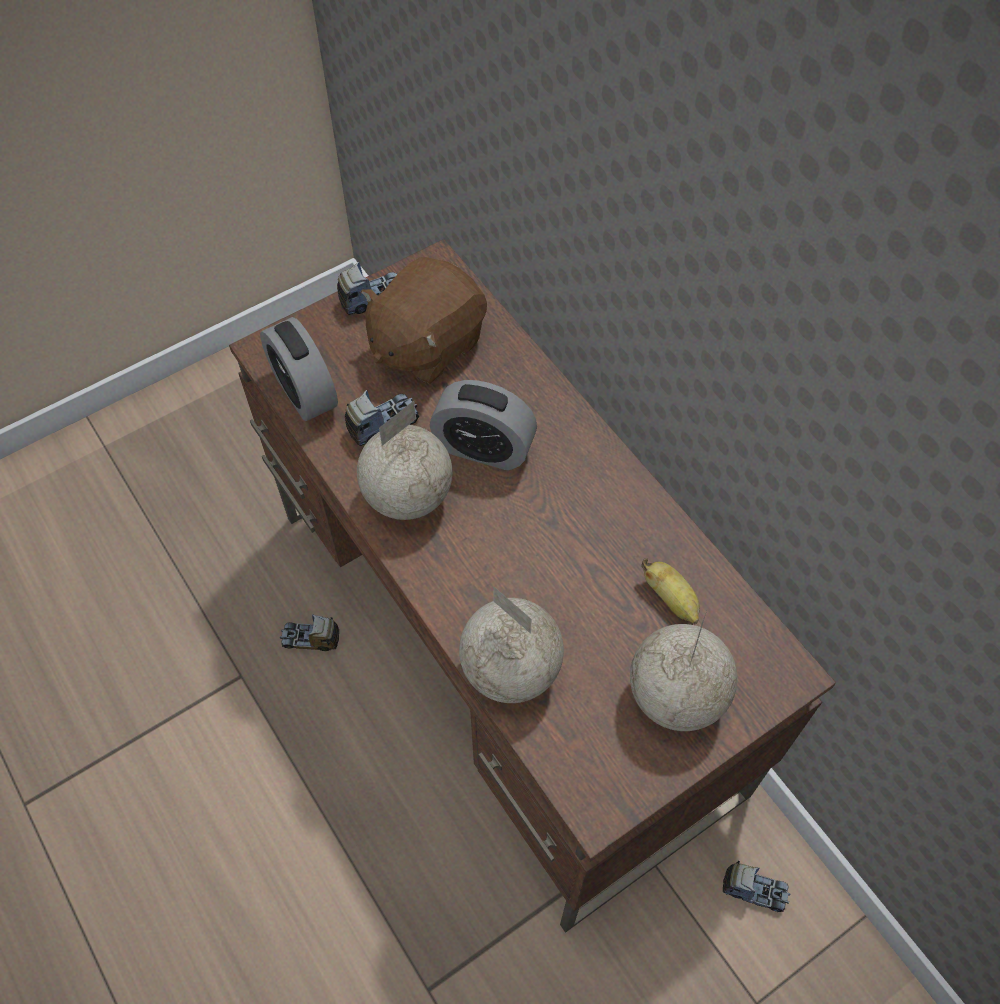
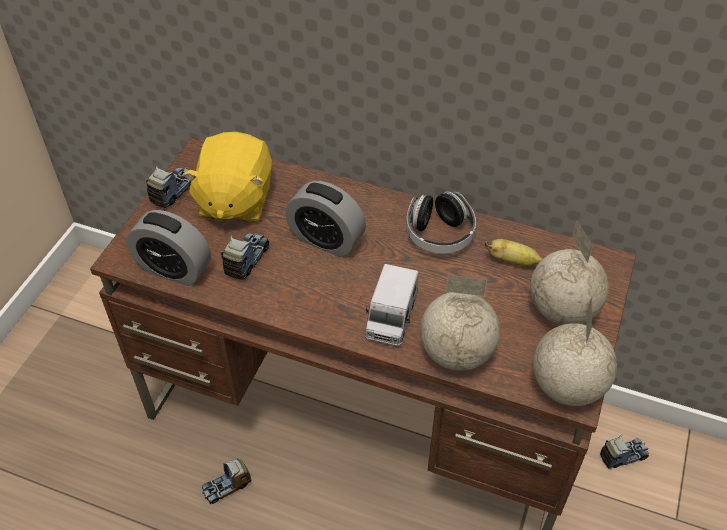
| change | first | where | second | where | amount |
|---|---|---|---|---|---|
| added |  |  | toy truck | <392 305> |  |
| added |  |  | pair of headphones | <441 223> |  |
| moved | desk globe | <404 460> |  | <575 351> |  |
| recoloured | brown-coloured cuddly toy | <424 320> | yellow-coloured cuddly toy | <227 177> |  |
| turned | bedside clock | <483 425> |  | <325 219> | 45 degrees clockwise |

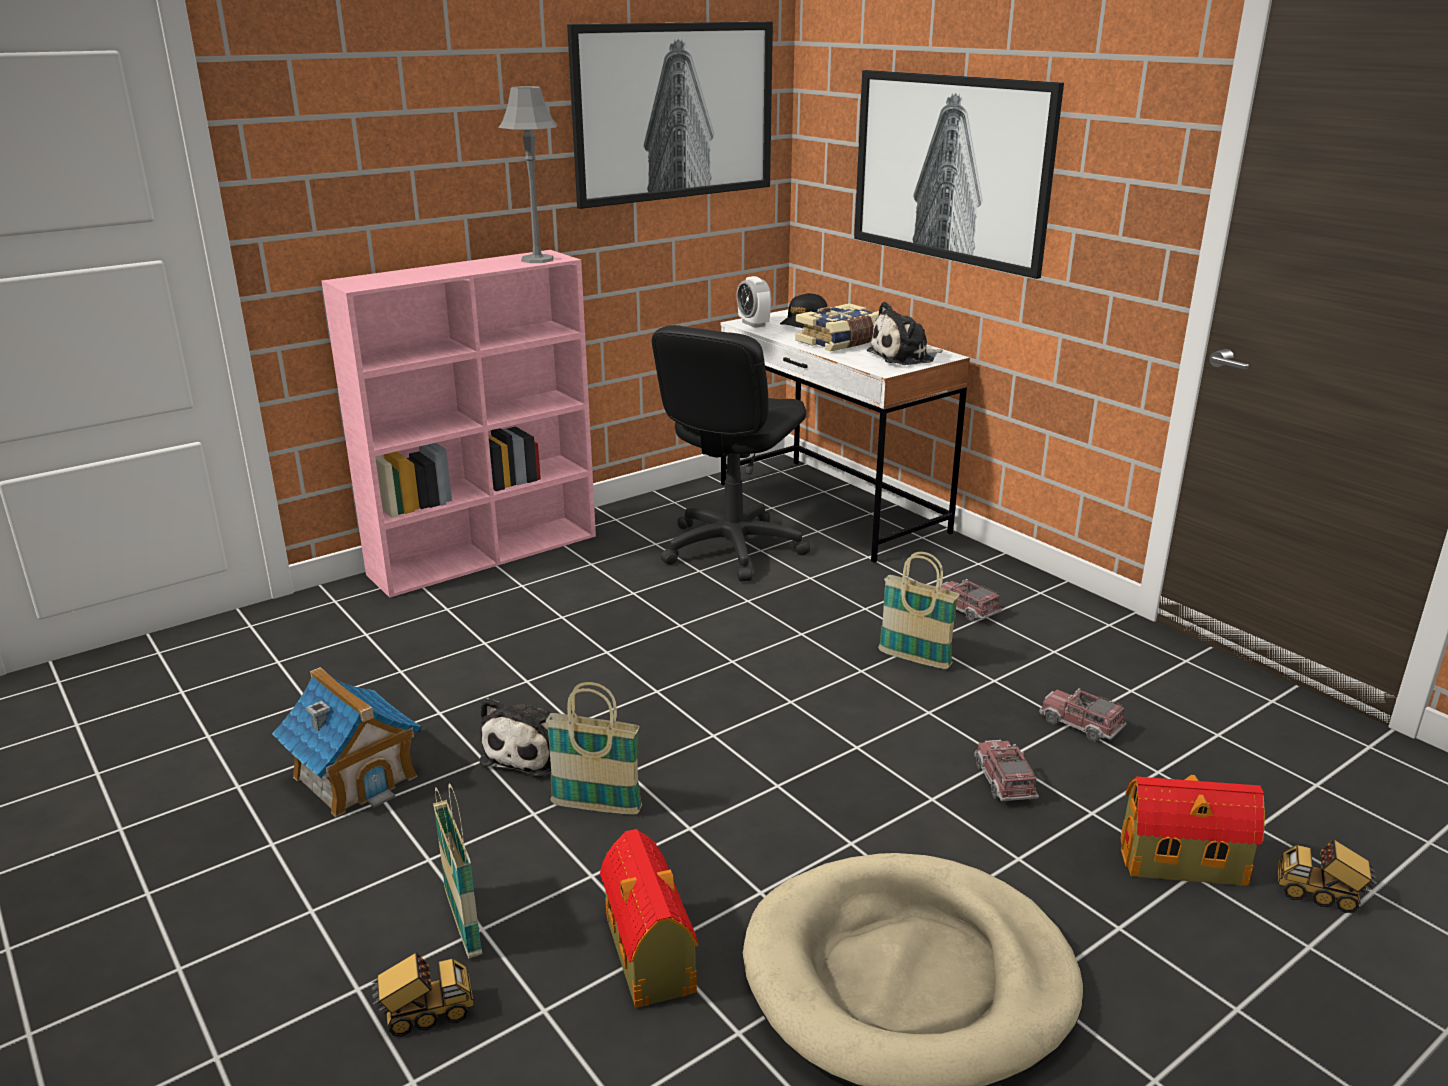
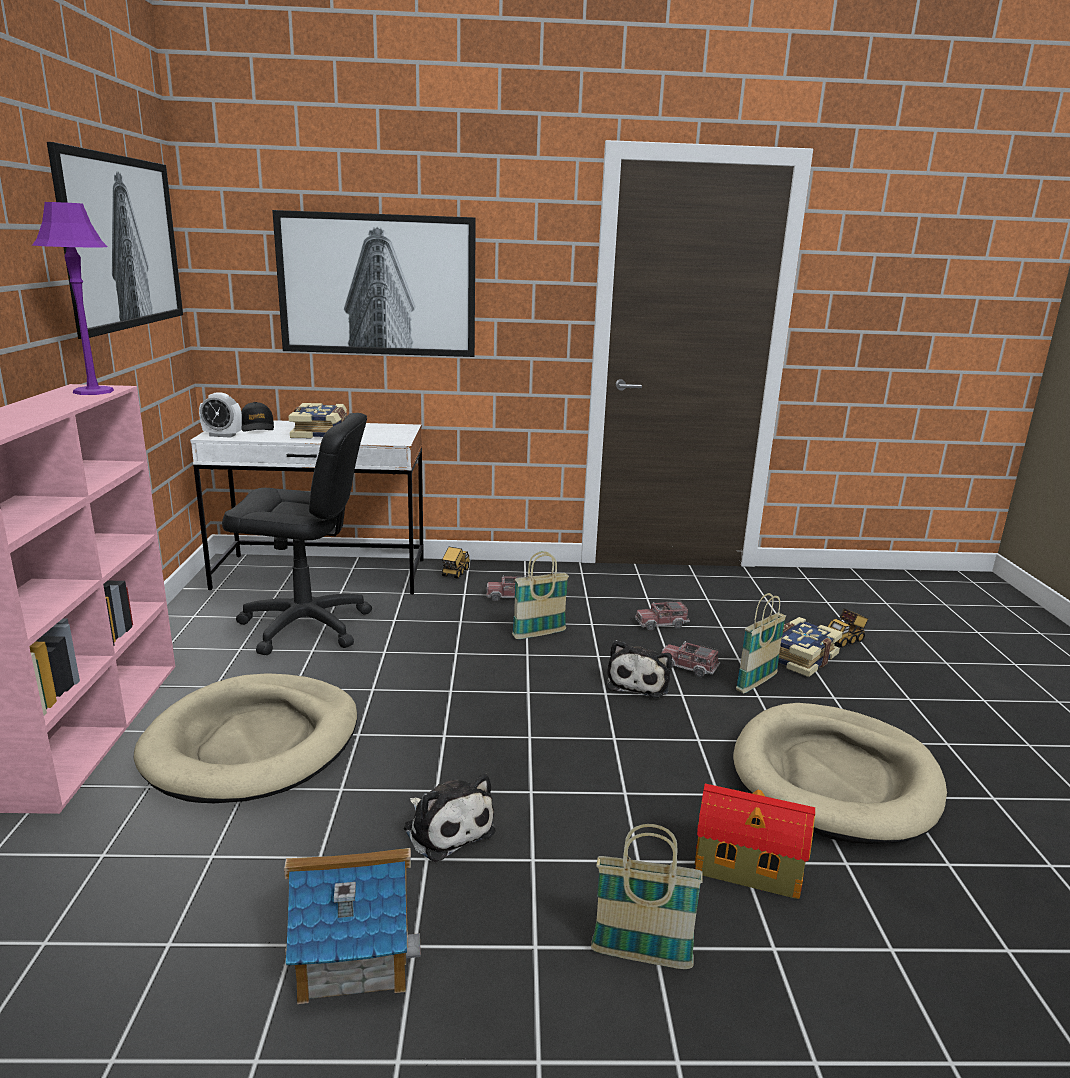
| change | first | where | second | where | amount |
|---|---|---|---|---|---|
| added |  |  | sand-coloured pet bed | <245 738> |  |
| moved | toy truck | <423 994> |  | <456 563> |  |
| moved | basket | <594 748> |  | <761 643> |  |
| moved | cuddly toy | <905 333> |  | <639 669> |  |
| replaced | toy house | <1192 830> | volume | <810 647> |  |
| recoloured | greyish tabletop lamp | <527 174> | purple tabletop lamp | <73 298> |  |
| turned | black computer chair | <731 453> |  | <297 534> | 60 degrees counterclockwise |

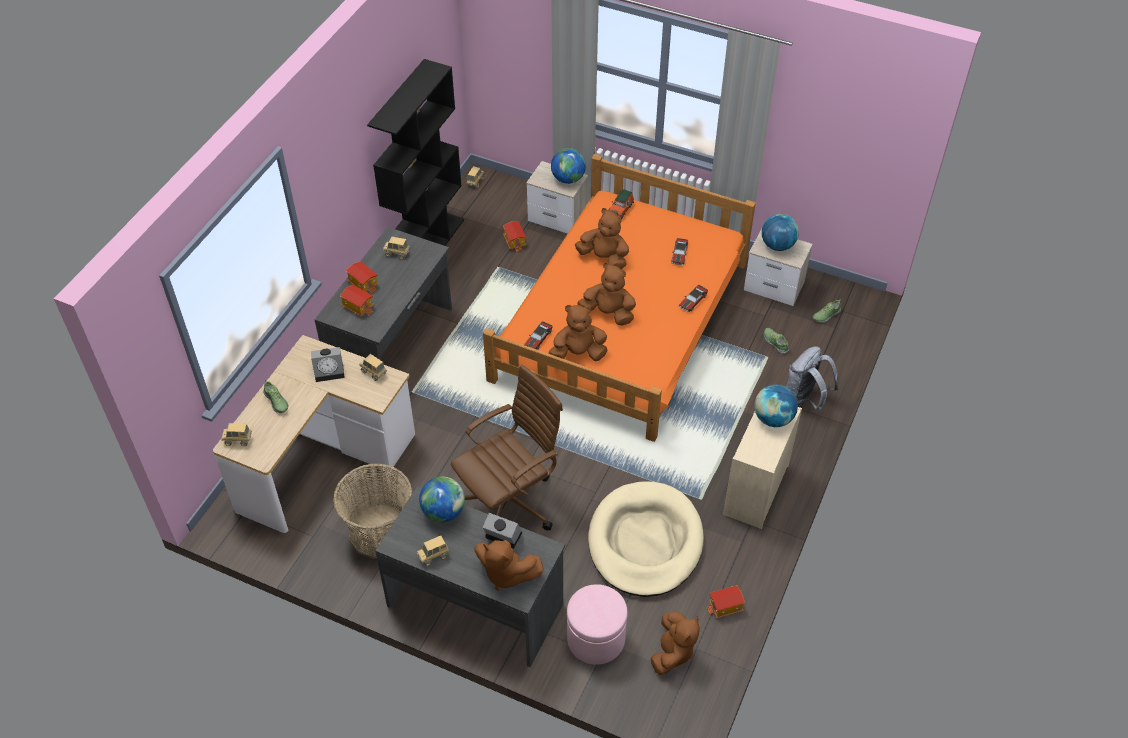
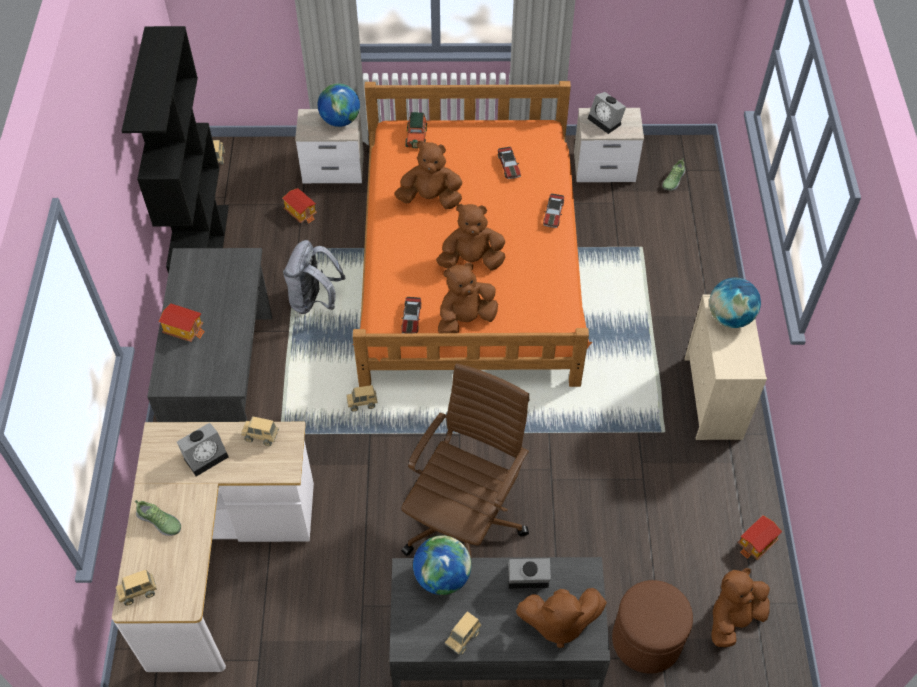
| change | first | where | second | where | amount |
|---|---|---|---|---|---|
| removed | basket | <372 511> |  |  |  |
| removed | toy house | <357 300> |  |  |  |
| removed | sand-coloured pet bed | <646 539> |  |  |  |
| removed | item of footwear | <776 341> |  |  |  |
| moved | toy truck | <396 248> |  | <362 398> |  |
| moved | greyish knapsack | <812 378> |  | <314 277> |  |
| replaced | desk globe | <780 232> | bedside clock | <607 113> |  |
| recoloured | pinkish pouffe | <597 624> | brown-coloured pouffe | <652 627> |  |
| turned | brown-coloured cuddly toy | <675 643> |  | <740 607> | 120 degrees counterclockwise |

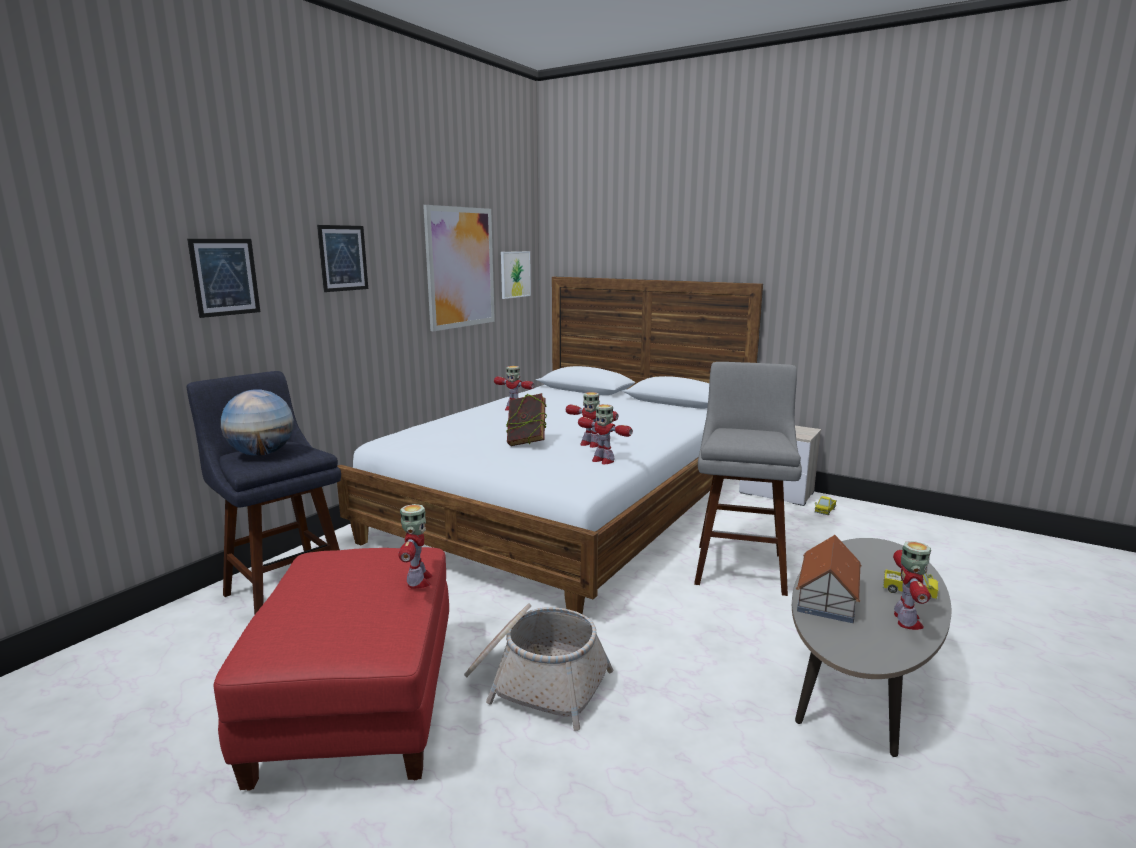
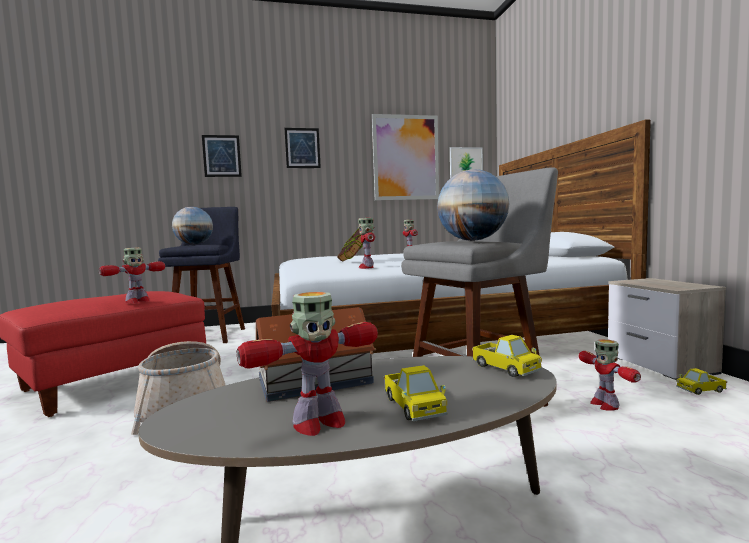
| change | first | where | second | where | amount |
|---|---|---|---|---|---|
| added |  |  | desk globe | <473 205> |  |
| added |  |  | toy truck | <507 356> |  |
| moved | robot figure | <592 420> |  | <610 375> |  |

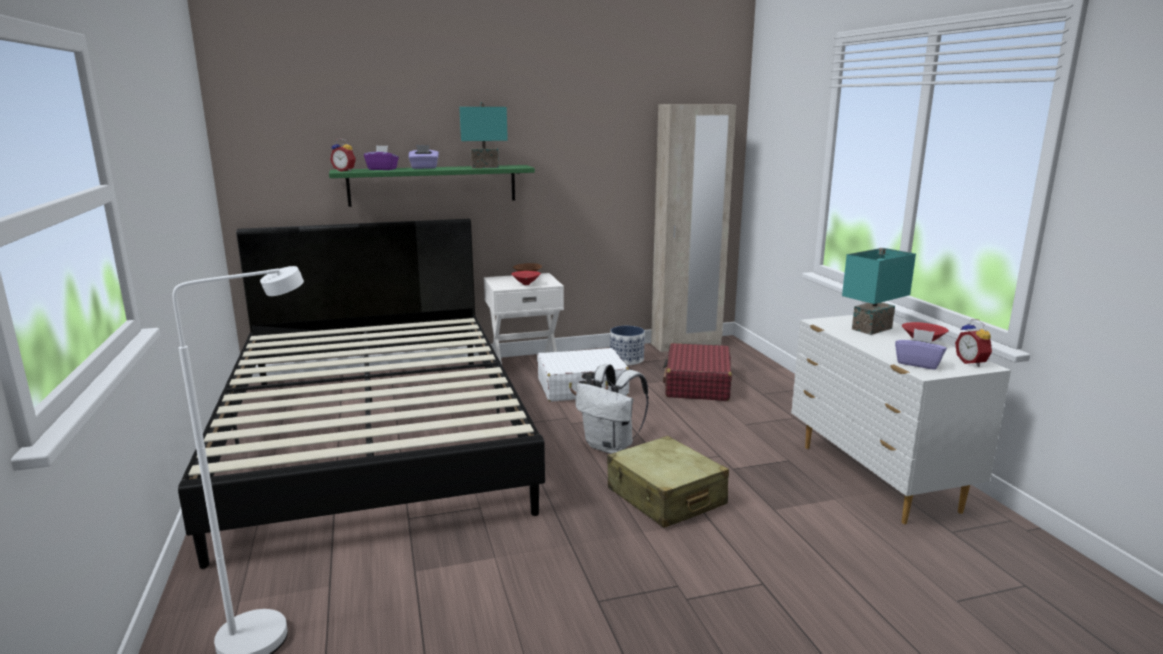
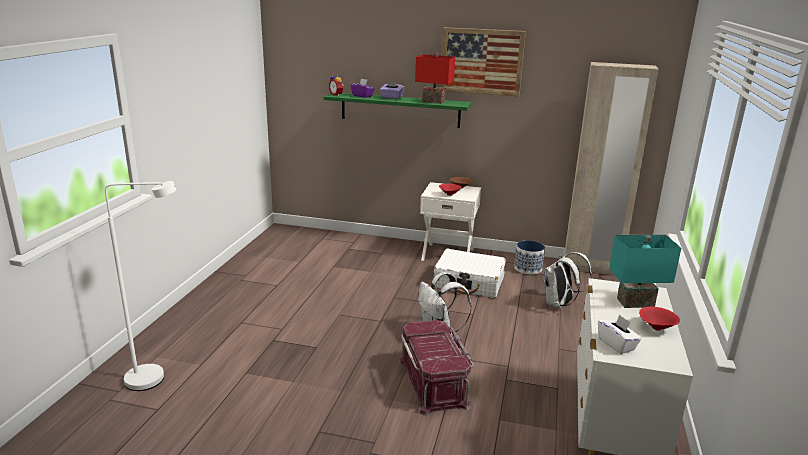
| change | first | where | second | where | amount |
|---|---|---|---|---|---|
| removed | black sleeping bed | <361 394> |  |  |  |
| removed | bedside clock | <973 343> |  |  |  |
| added |  |  | wall art | <483 62> |  |
| replaced | sand-coloured piece of luggage | <668 482> | red storage bin | <436 368> |  |
| replaced | red piece of luggage | <697 372> | white knapsack | <568 280> |  |
| recoloured | turquoise-coloured tabletop lamp | <483 135> | red tabletop lamp | <435 78> |  |
| recoloured | purple tissue box | <921 349> | white tissue box | <620 334> |  |

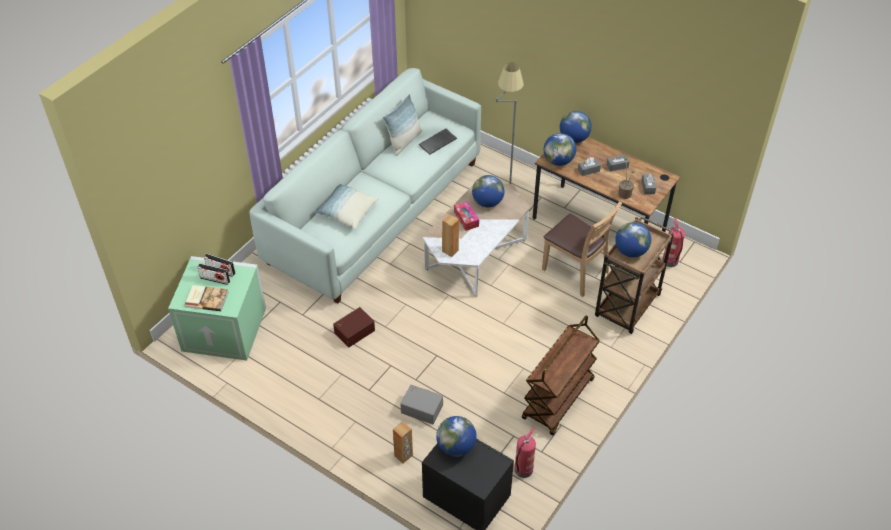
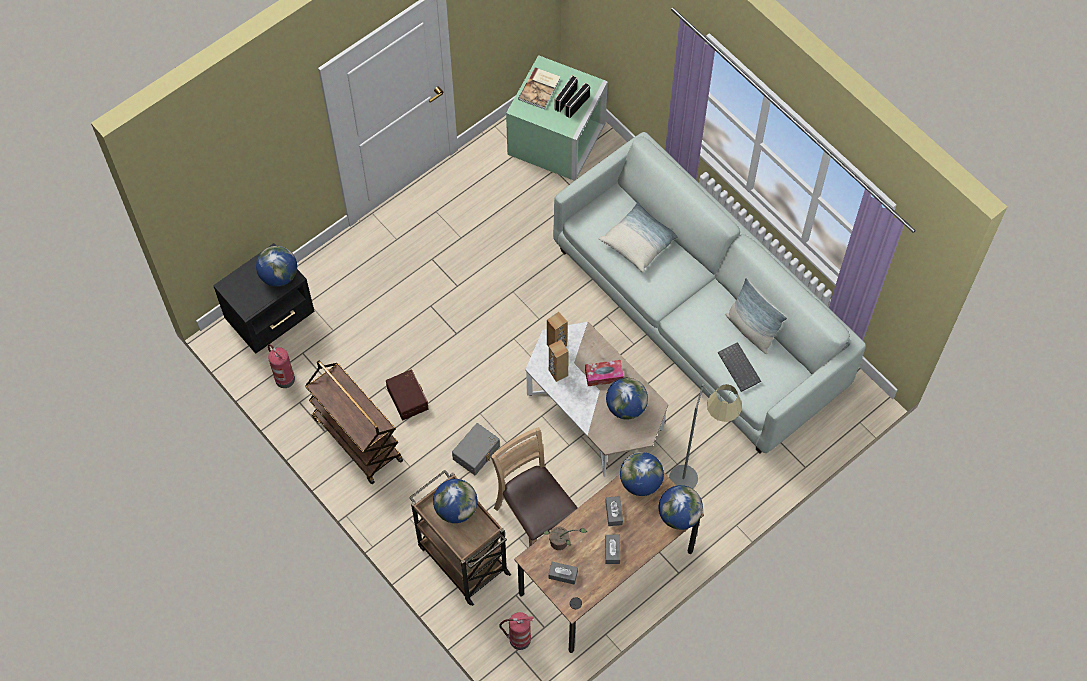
| change | first | where | second | where | amount |
|---|---|---|---|---|---|
| moved | brown-coloured storage bin | <354 327> |  | <407 394> |  |
| moved | brown-coloured speaker | <403 442> |  | <559 361> |  |
| moved | greyish storage bin | <421 404> |  | <476 449> |  |
| turned | brown-coloured chair | <582 249> |  | <534 487> | 90 degrees clockwise |

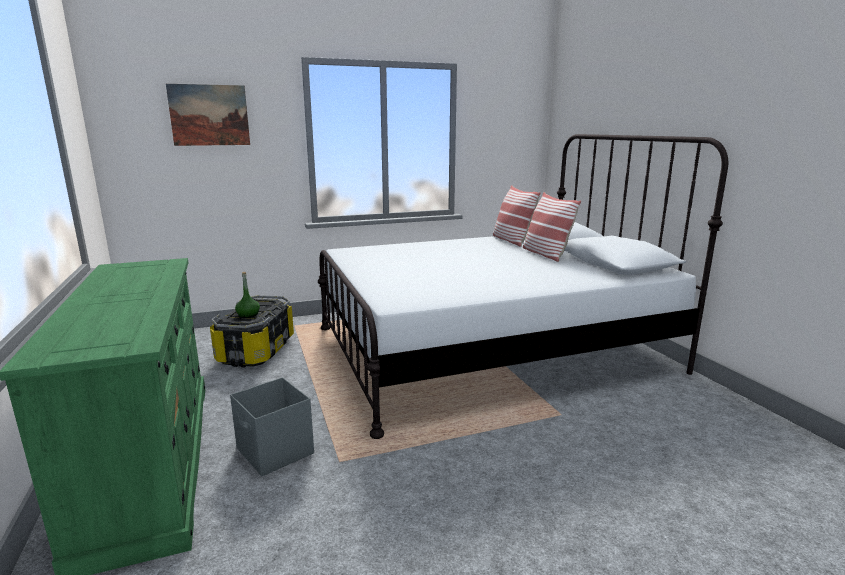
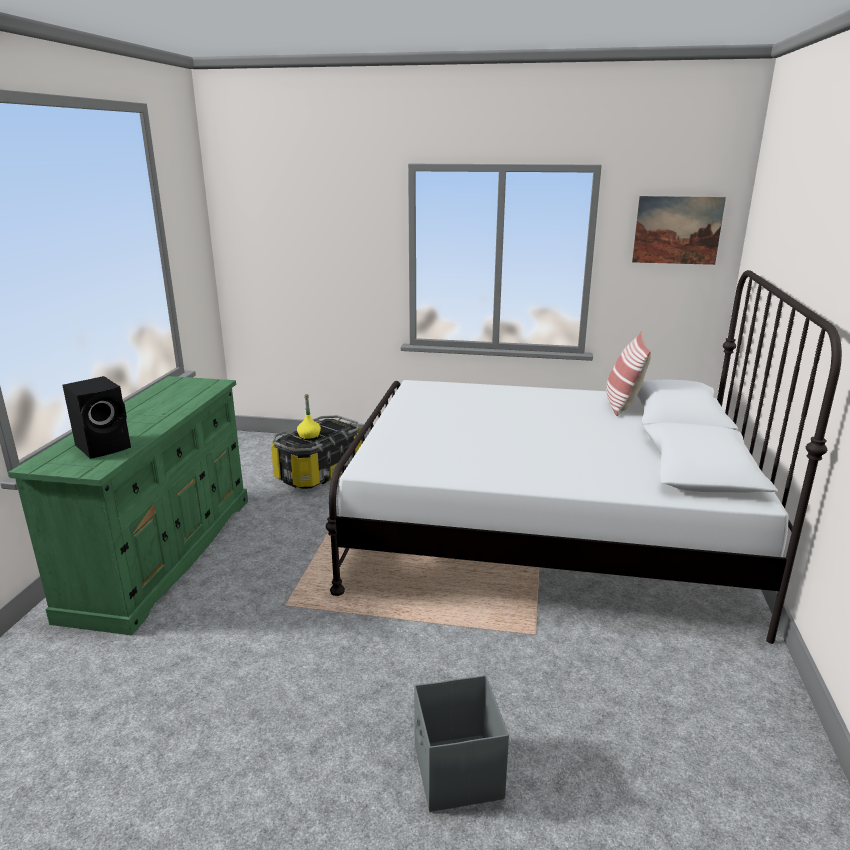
| change | first | where | second | where | amount |
|---|---|---|---|---|---|
| removed | throw pillow | <552 227> |  |  |  |
| added |  |  | black speaker | <96 417> |  |
| moved | wall art | <208 115> |  | <679 230> |  |
| moved | greyish storage bin | <272 427> |  | <461 743> |  |
| recoloured | green-coloured beverage bottle | <247 295> | yellow-coloured beverage bottle | <309 417> |  |

